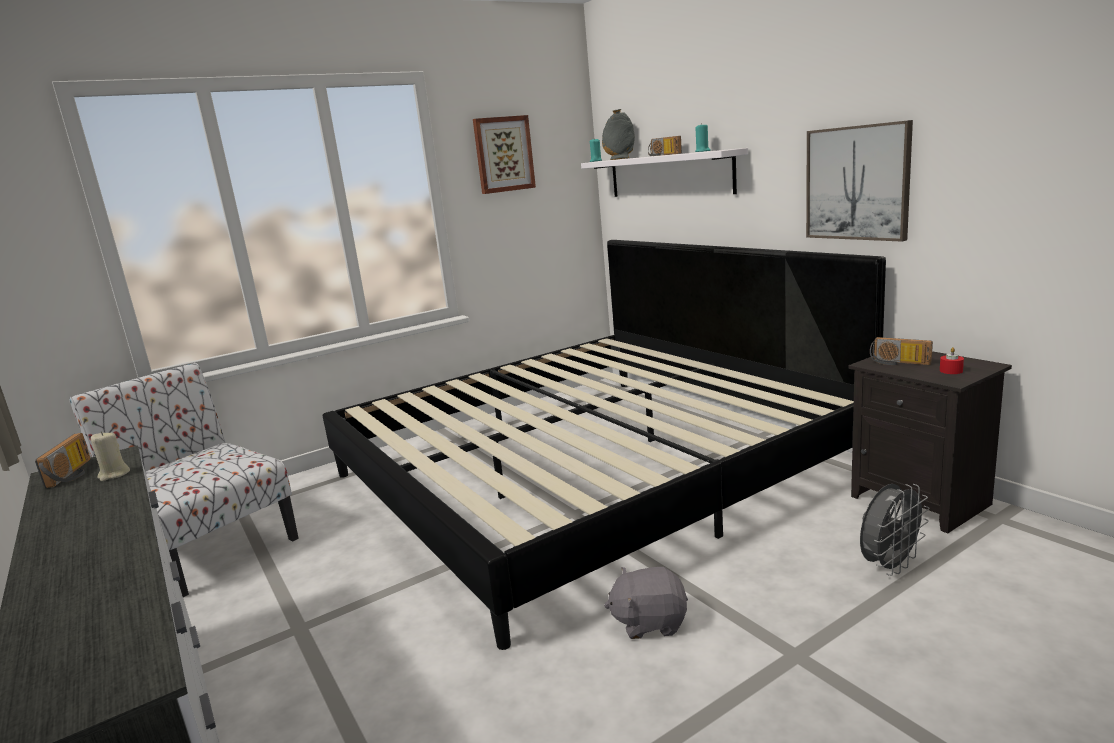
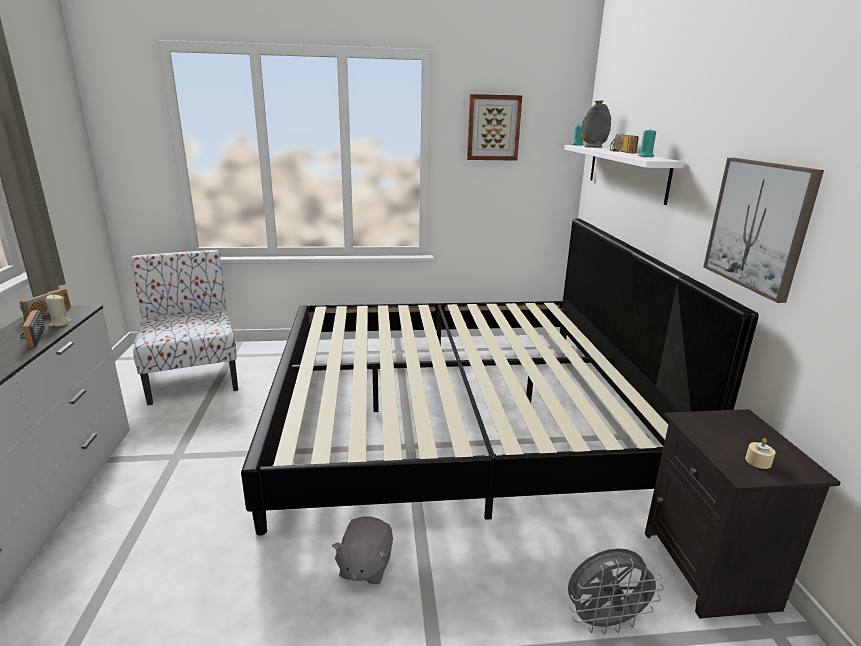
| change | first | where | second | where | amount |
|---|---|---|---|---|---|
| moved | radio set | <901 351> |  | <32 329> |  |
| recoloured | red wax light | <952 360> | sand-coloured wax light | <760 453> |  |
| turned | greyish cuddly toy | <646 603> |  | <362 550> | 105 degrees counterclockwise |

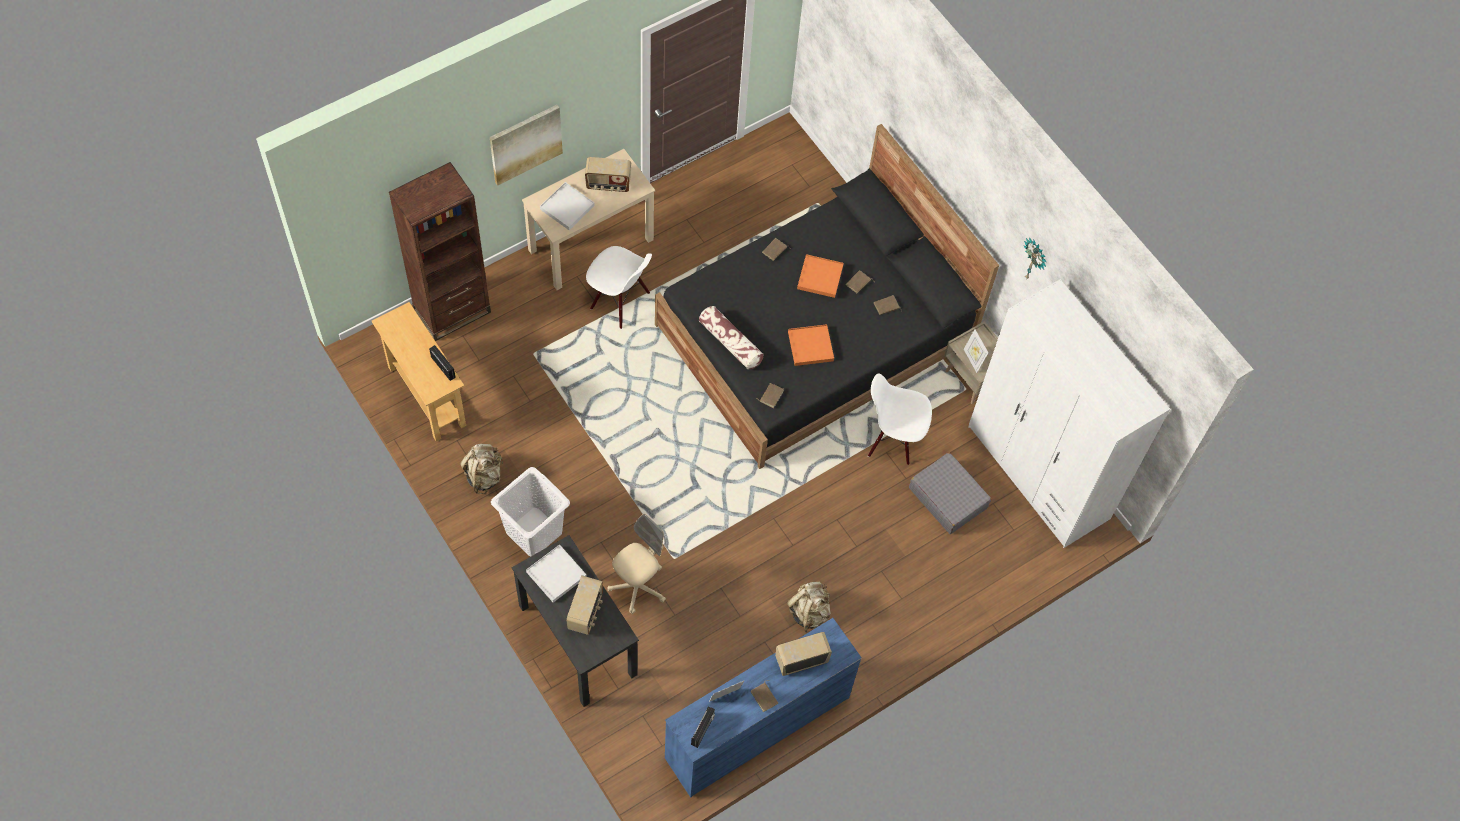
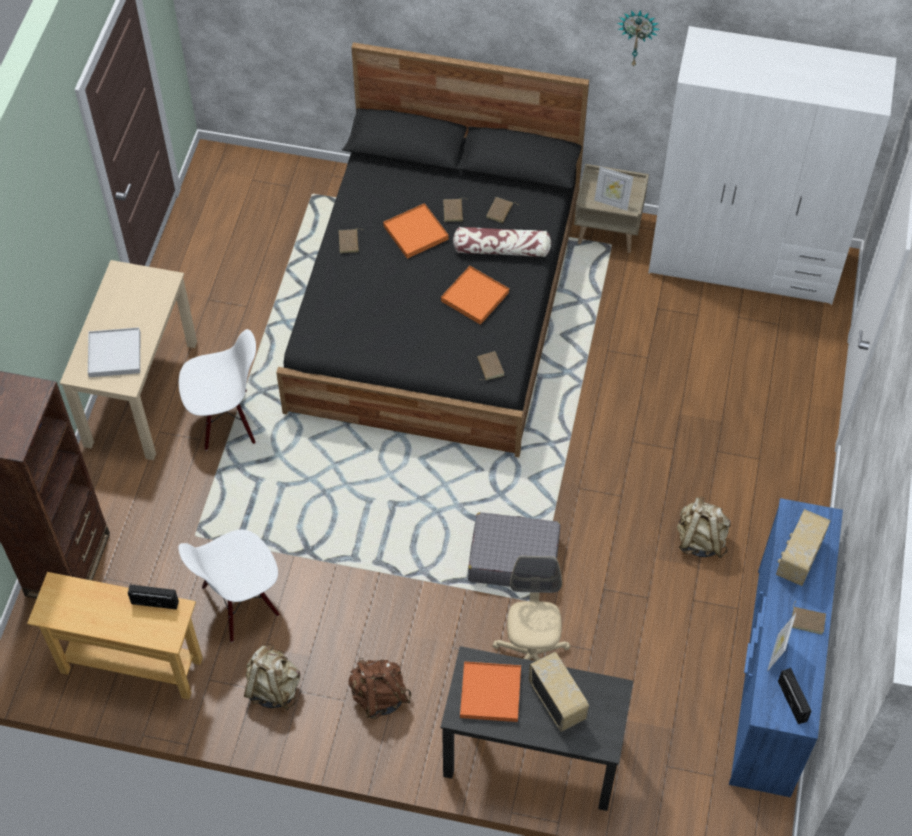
| change | first | where | second | where | amount |
|---|---|---|---|---|---|
| removed | wall art | <526 145> |  |  |  |
| removed | radio set | <608 174> |  |  |  |
| moved | throw pillow | <731 337> |  | <502 242> |  |
| moved | white chair | <900 419> |  | <228 585> |  |
| moved | greyish piece of luggage | <950 493> |  | <514 549> |  |
| replaced | white washing basket | <530 512> | brown-coloured knapsack | <380 688> |  |
| recoloured | white tray | <556 573> | orange tray | <490 691> |  |

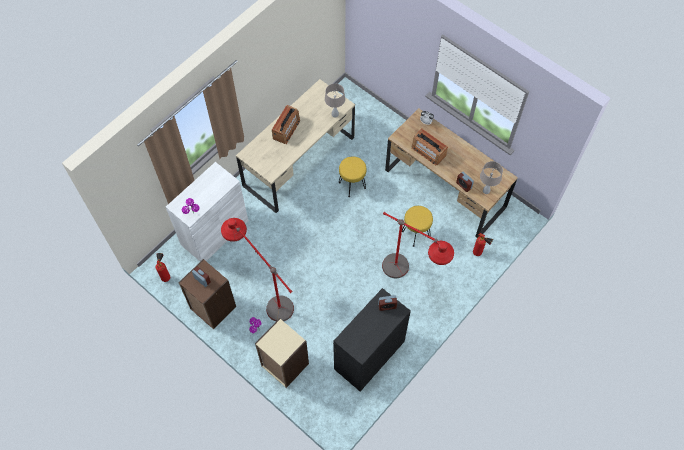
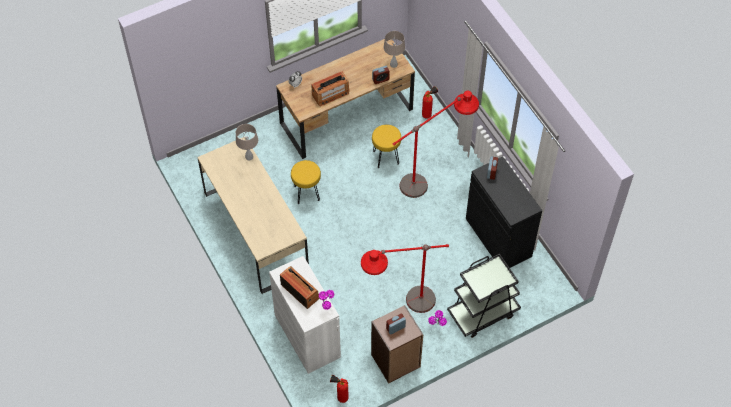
| change | first | where | second | where | amount |
|---|---|---|---|---|---|
| moved | radio set | <286 124> |  | <299 287> |  |
| replaced | sand-coloured shelving unit | <282 353> | black cart | <484 296> |  |

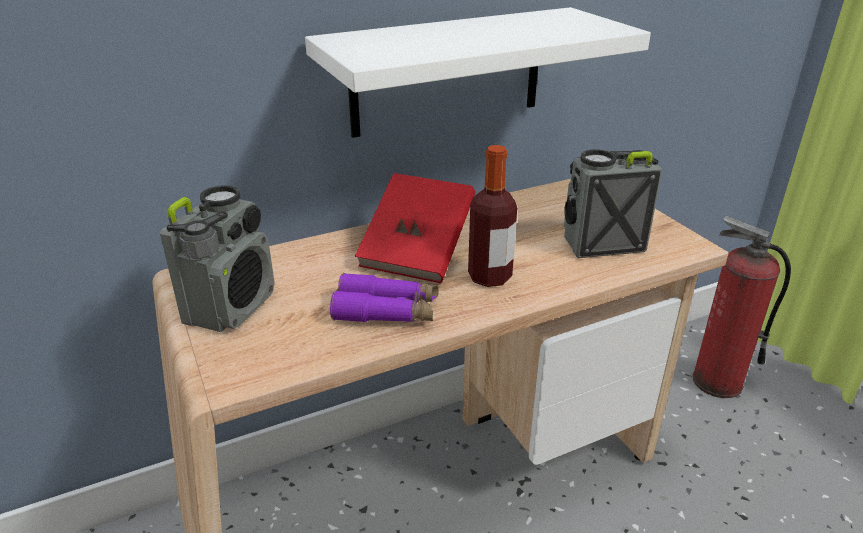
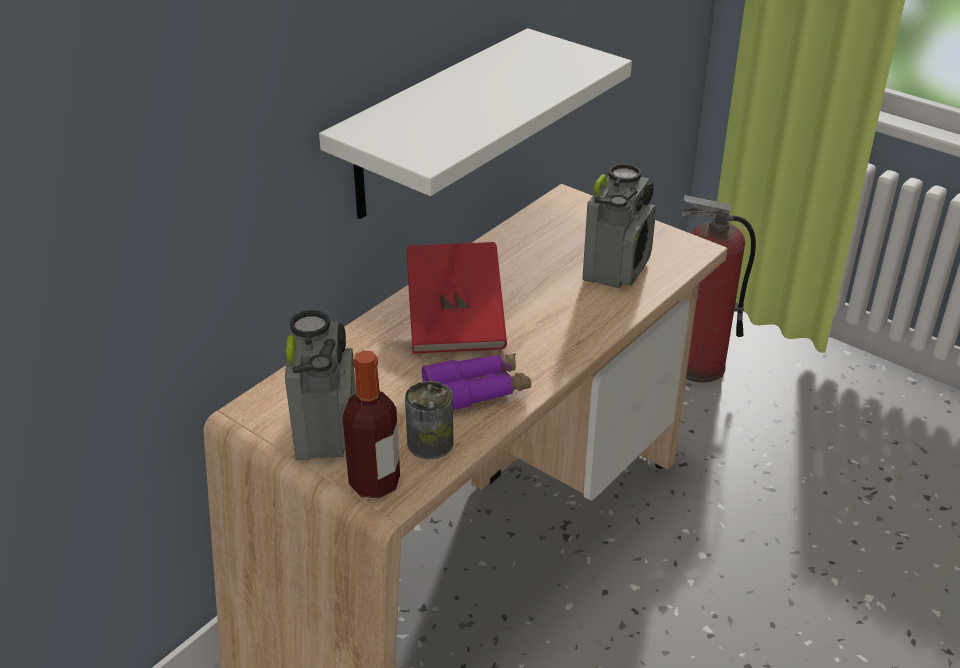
| change | first | where | second | where | amount |
|---|---|---|---|---|---|
| added |  |  | sealed can | <429 420> |  |
| moved | beverage bottle | <492 216> |  | <371 424> |  |
| turned | radio set | <613 203> |  | <619 225> | 150 degrees clockwise |

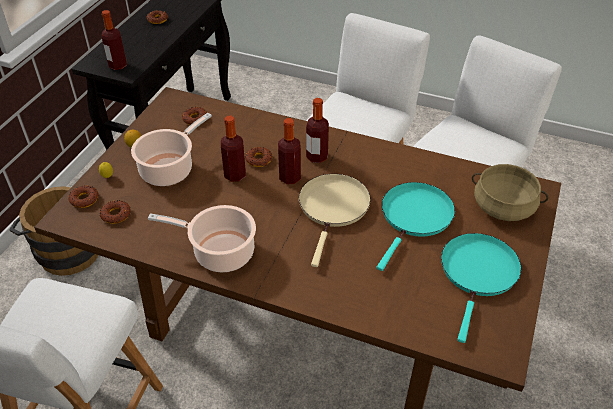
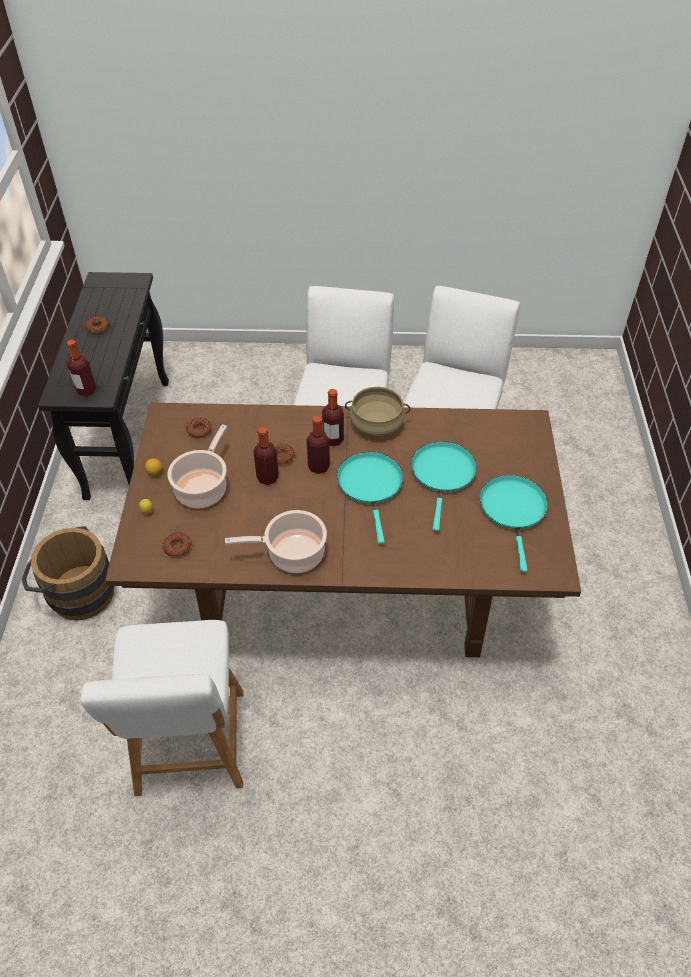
| change | first | where | second | where | amount |
|---|---|---|---|---|---|
| removed | doughnut | <83 196> |  |  |  |
| moved | sand-coloured stockpot | <510 192> |  | <378 411> |  |
| recoloured | sand-coloured skillet | <335 220> | turquoise-coloured skillet | <370 498> |  |

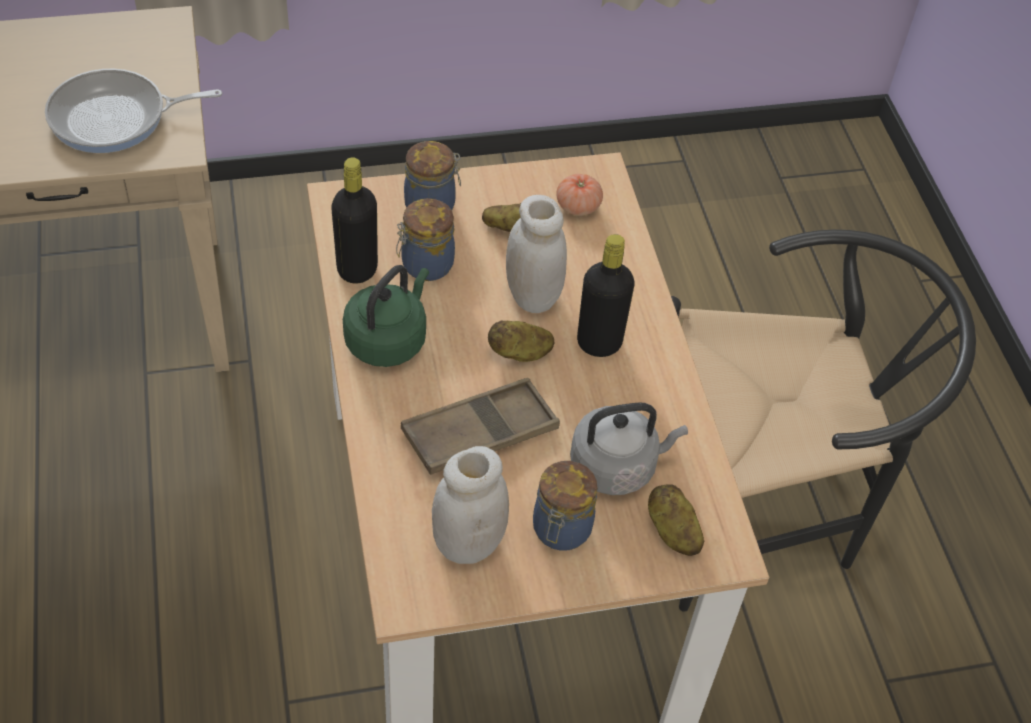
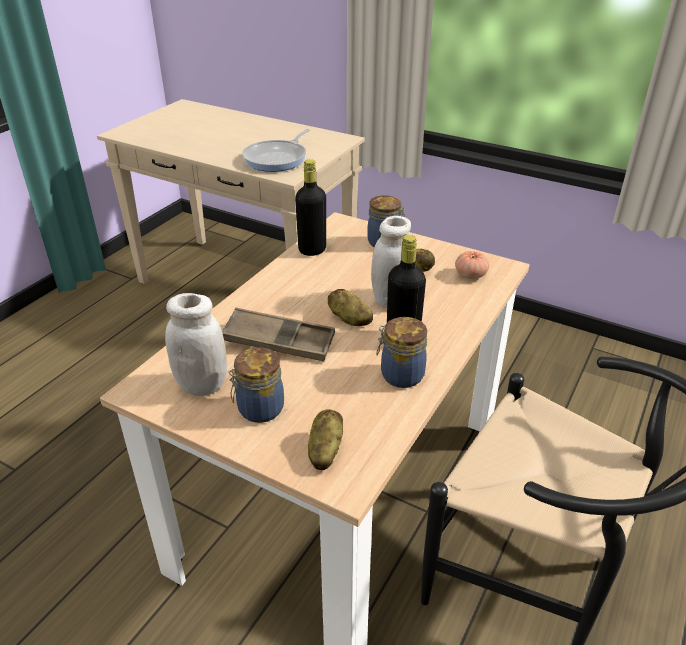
| change | first | where | second | where | amount |
|---|---|---|---|---|---|
| removed | green-coloured tea kettle | <386 316> |  |  |  |
| removed | greyish tea kettle | <629 448> |  |  |  |
| moved | storage jar | <425 239> |  | <401 352> |  |
| turned | skillet | <133 111> |  | <276 150> | 90 degrees counterclockwise |

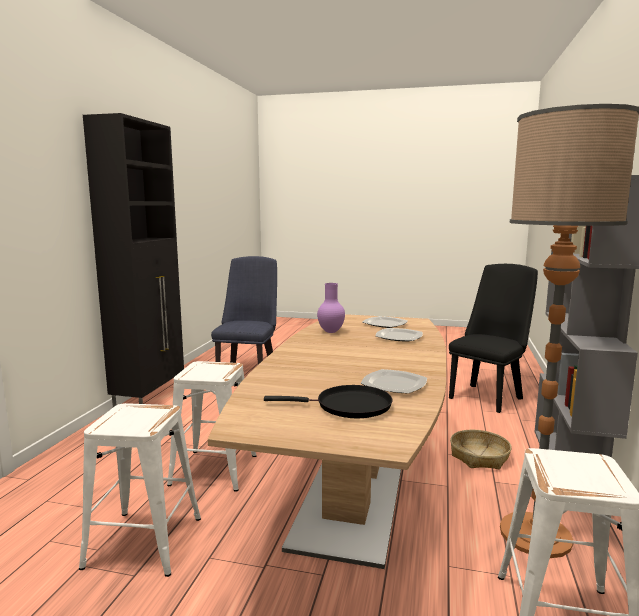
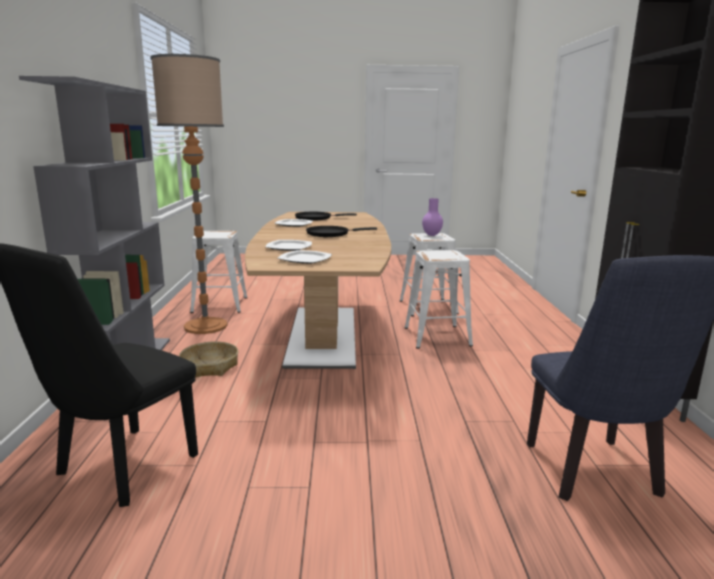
| change | first | where | second | where | amount |
|---|---|---|---|---|---|
| added |  |  | black skillet | <341 231> |  |
| moved | purple flower vase | <331 308> |  | <432 217> |  |

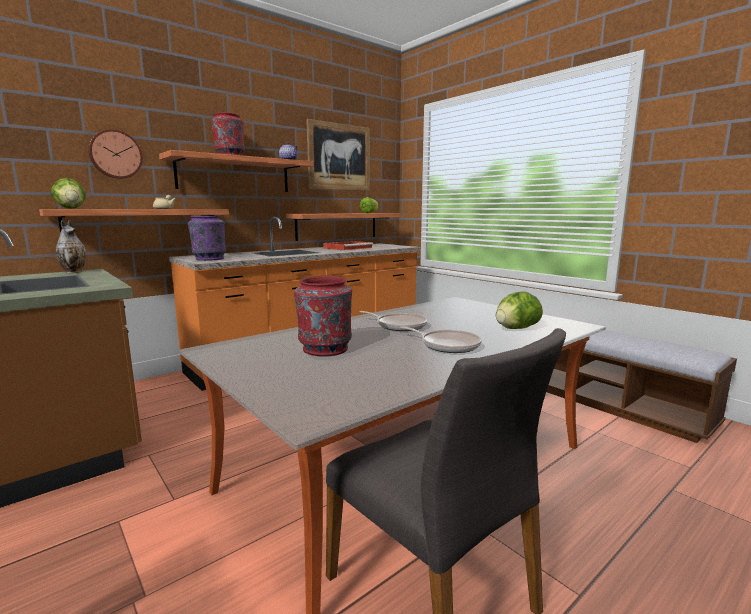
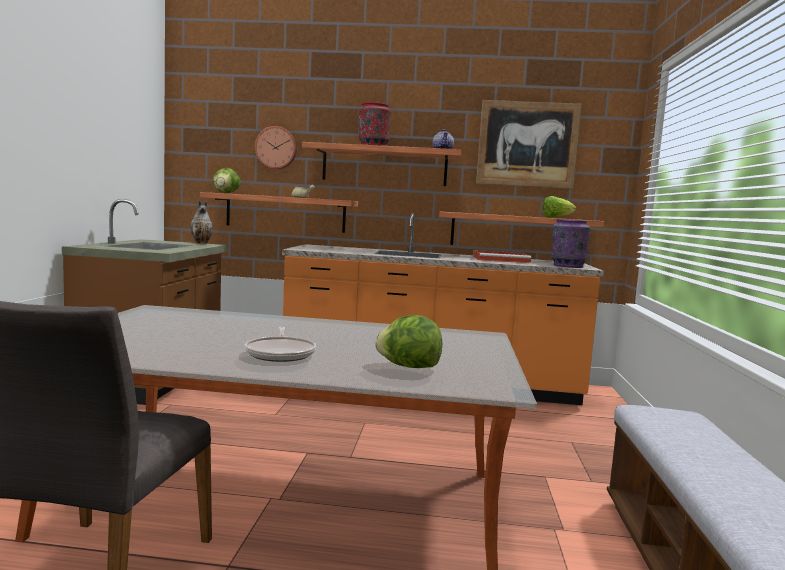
| change | first | where | second | where | amount |
|---|---|---|---|---|---|
| removed | red flower vase | <323 316> |  |  |  |
| removed | skillet | <393 321> |  |  |  |
| moved | purple flower vase | <207 238> |  | <571 243> |  |

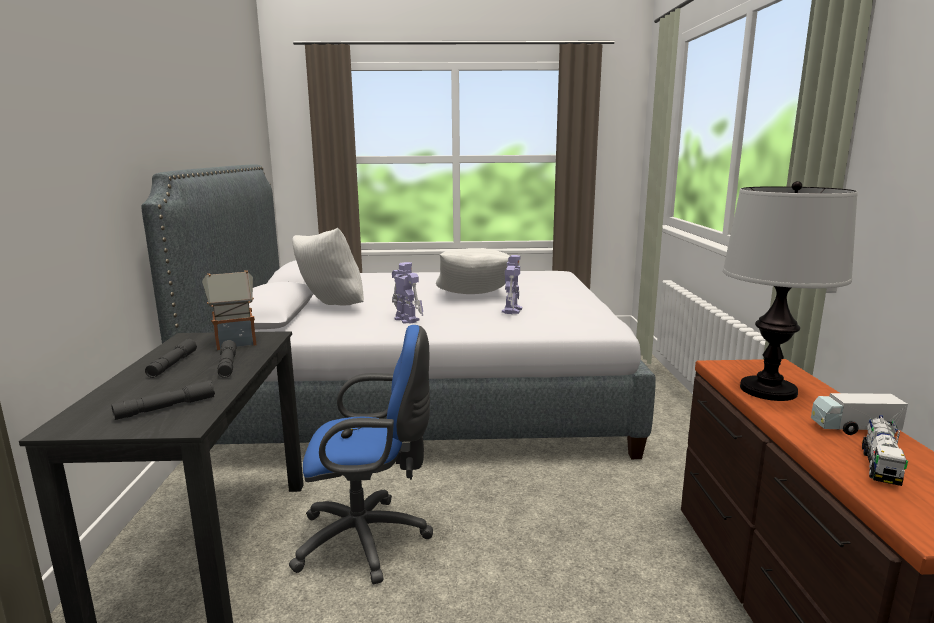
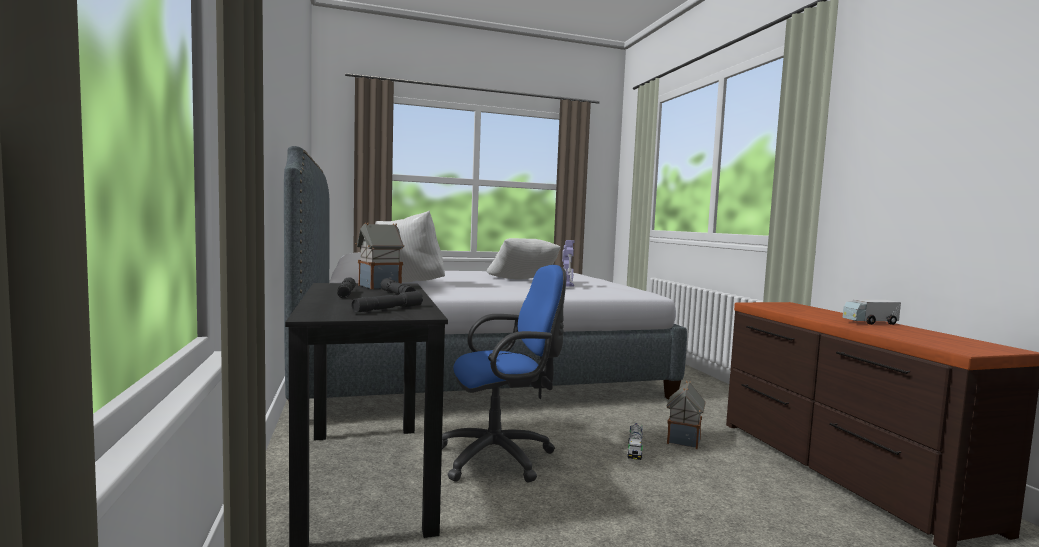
| change | first | where | second | where | amount |
|---|---|---|---|---|---|
| removed | robot figure | <407 293> |  |  |  |
| removed | tabletop lamp | <790 291> |  |  |  |
| added |  |  | toy house | <686 415> |  |
| moved | toy truck | <885 450> |  | <635 441> |  |

